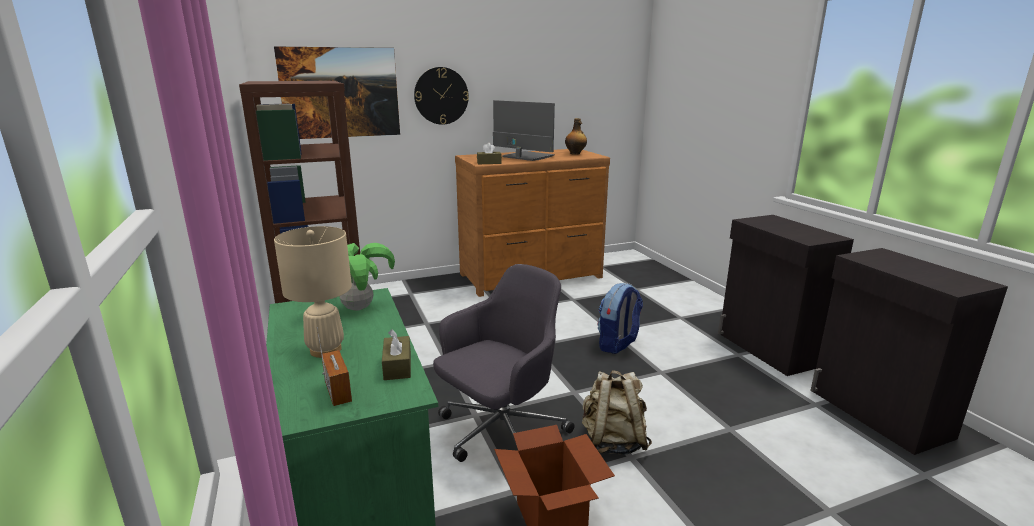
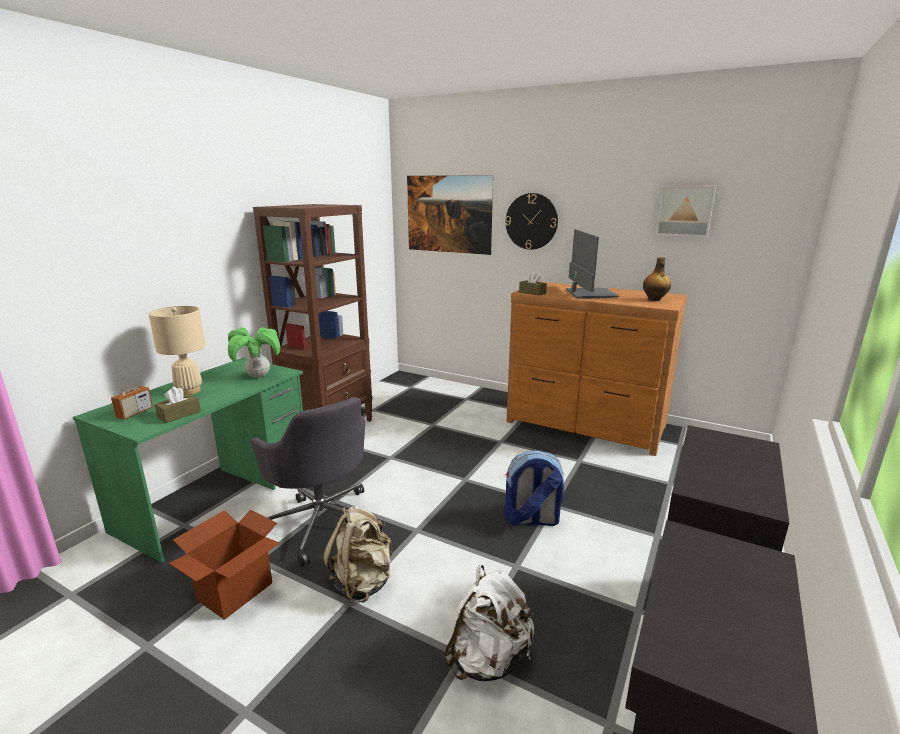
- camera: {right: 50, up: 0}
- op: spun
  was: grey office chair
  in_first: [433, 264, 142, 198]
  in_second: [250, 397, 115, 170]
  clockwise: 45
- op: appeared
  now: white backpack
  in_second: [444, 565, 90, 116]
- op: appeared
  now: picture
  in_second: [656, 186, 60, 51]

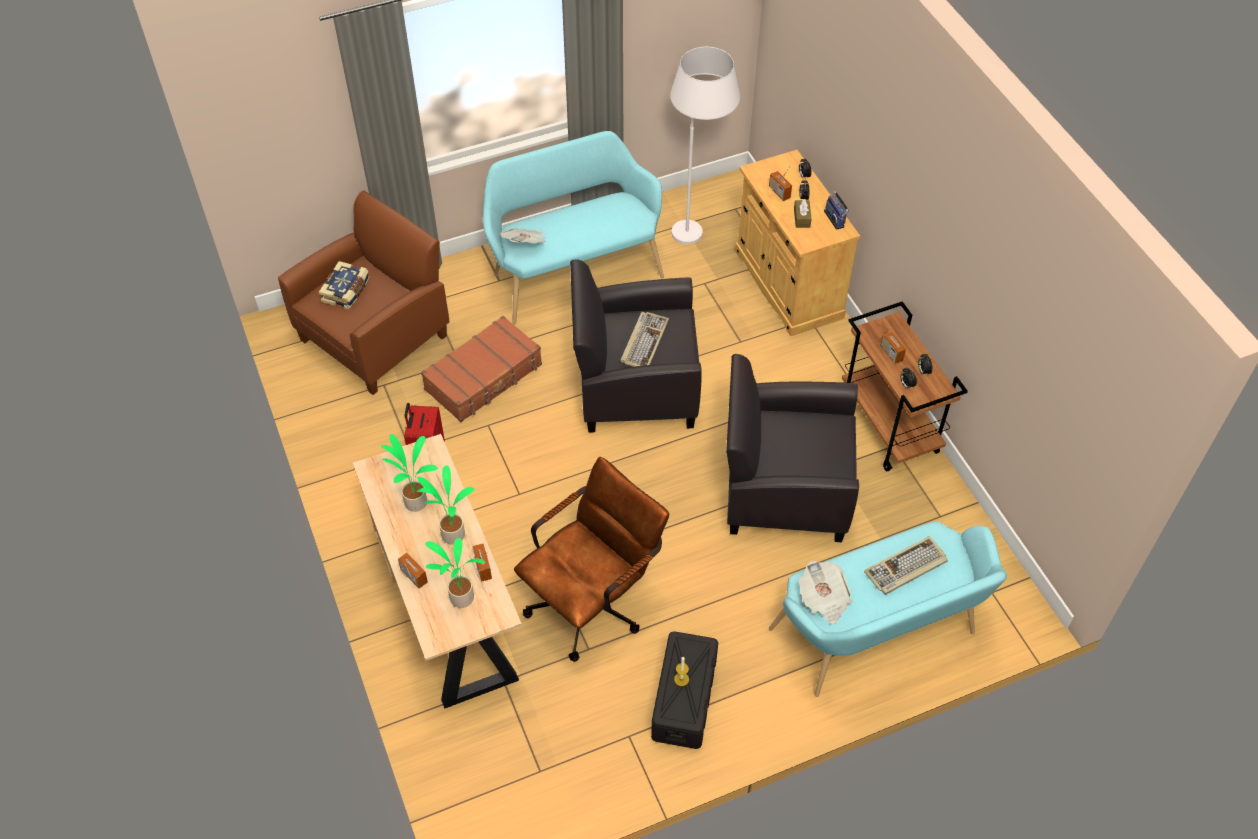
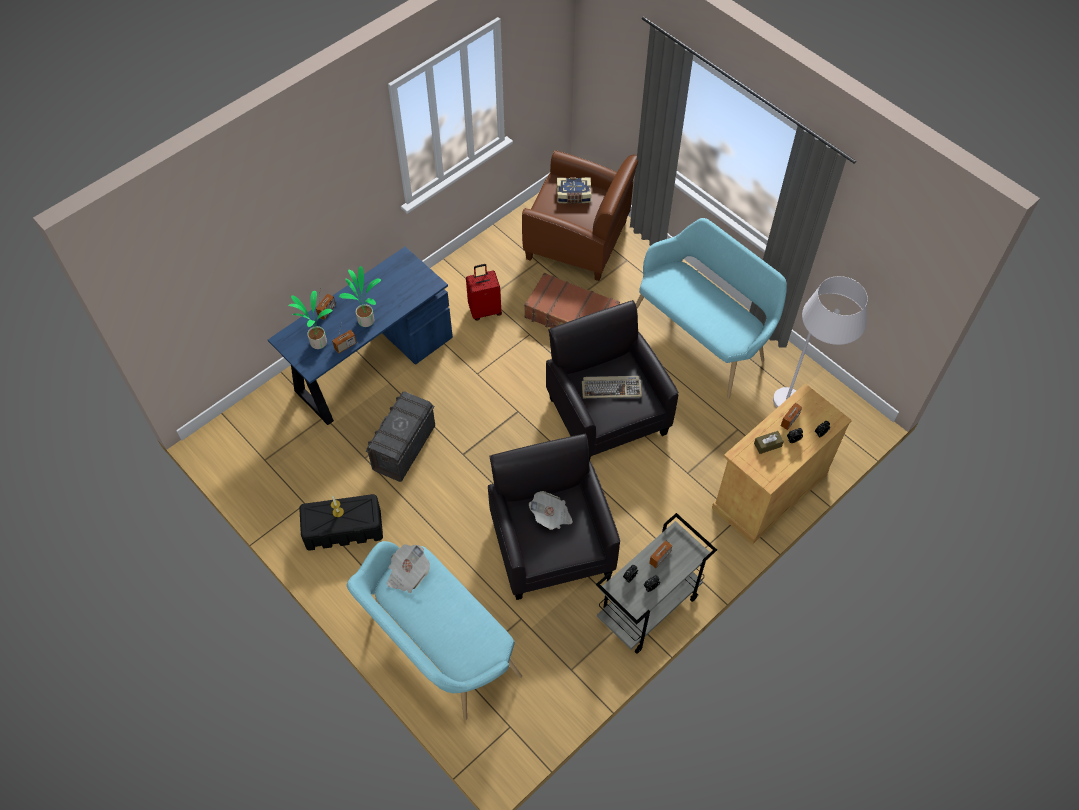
- camera: {right: 70, up: 5}
- op: colour
  was: beige desk
  now: blue desk
  in_first: [353, 434, 169, 275]
  in_second: [268, 247, 185, 178]
- op: exchanged
  was: brown office chair
  now: grey storage box
  in_first: [514, 457, 155, 205]
  in_second: [366, 391, 69, 91]
- op: relocated
  was: newspaper
  in_first: [501, 228, 44, 15]
  in_second: [529, 491, 44, 39]
- op: colour
  was: brown cart
  now: grey cart
  in_first: [842, 301, 126, 171]
  in_second: [596, 513, 121, 141]
- op: missing
  was: potted plant
  in_first: [380, 434, 58, 78]
- op: missing
  was: radio
  in_first: [824, 191, 25, 39]
- op: missing
  was: keyboard
  in_first: [864, 536, 84, 59]

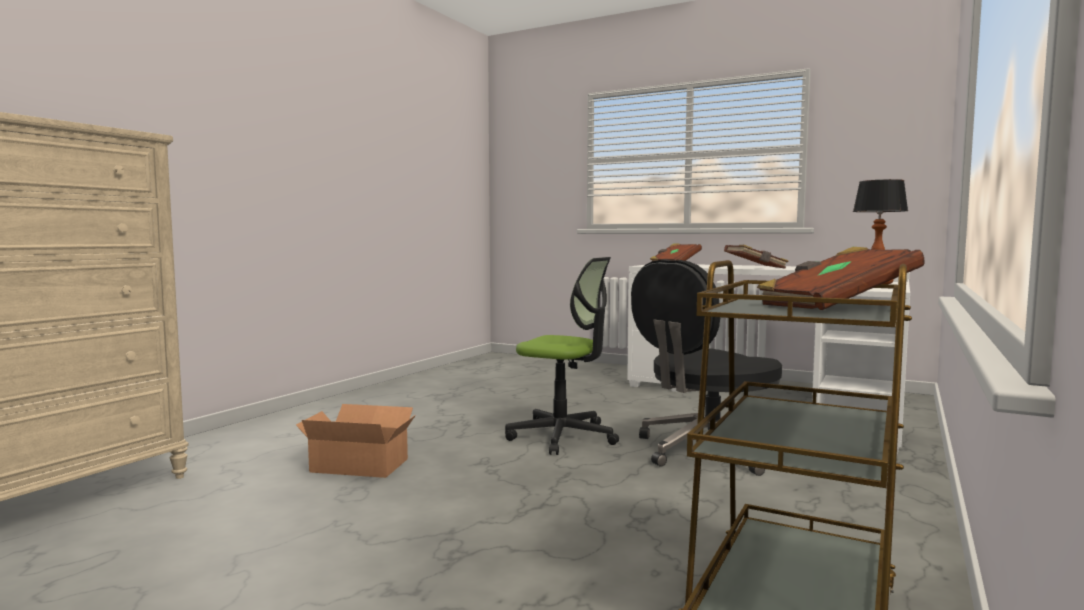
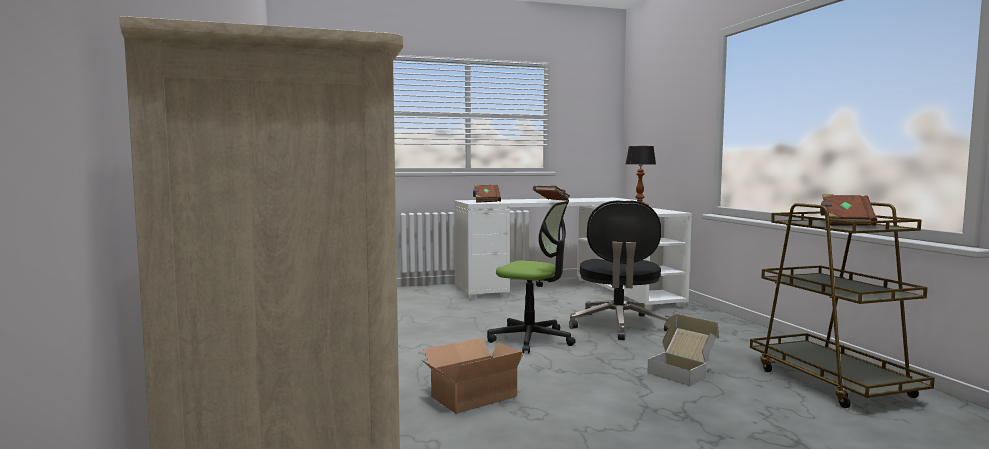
- camera: {right: -45, up: 0}
- op: spun
  was: office chair
  in_first: [505, 257, 114, 198]
  in_second: [487, 201, 89, 153]
  clockwise: 45
- op: appeared
  now: cardboard box
  in_second: [648, 314, 71, 72]

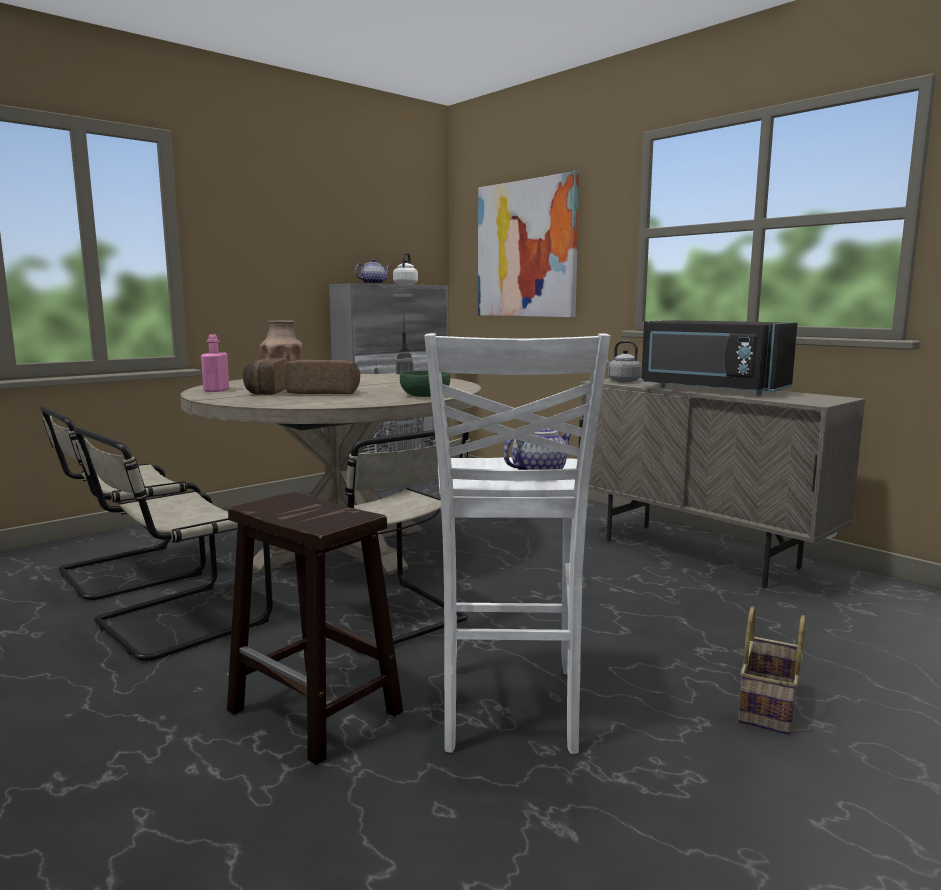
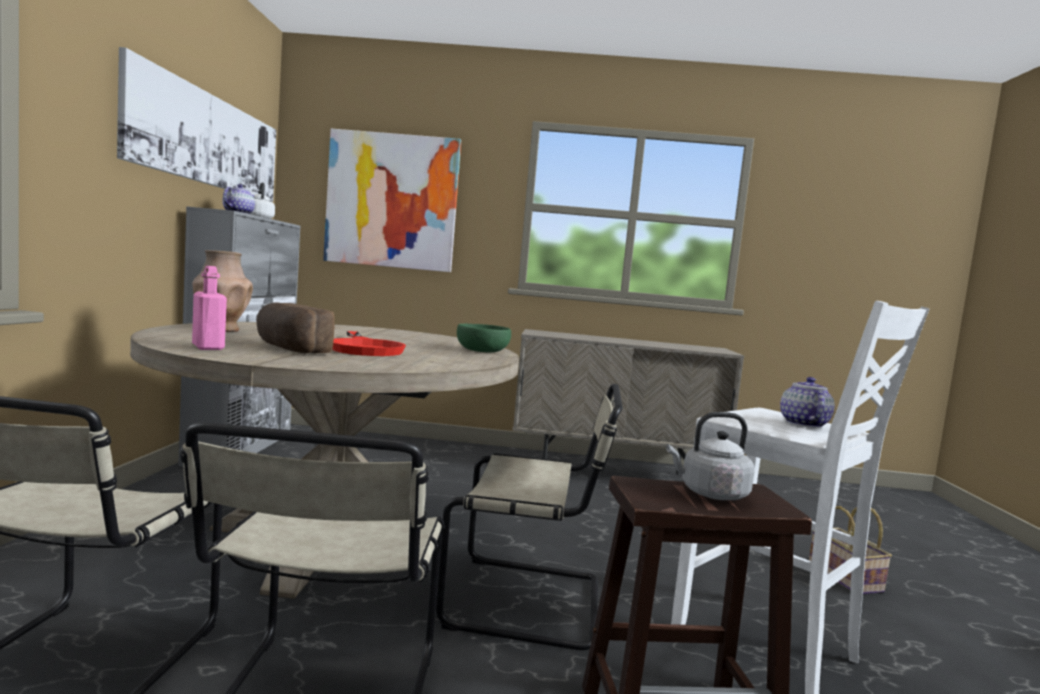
- camera: {right: -45, up: -5}
- op: appeared
  now: picture
  in_second: [117, 47, 159, 155]
- op: exchanged
  was: bread
  now: red frying pan
  in_first: [284, 359, 76, 35]
  in_second: [333, 331, 73, 25]
- op: relocated
  was: grey kettle
  in_first: [606, 341, 35, 41]
  in_second: [666, 412, 89, 88]
- op: missing
  was: black microwave
  in_first: [641, 320, 156, 76]

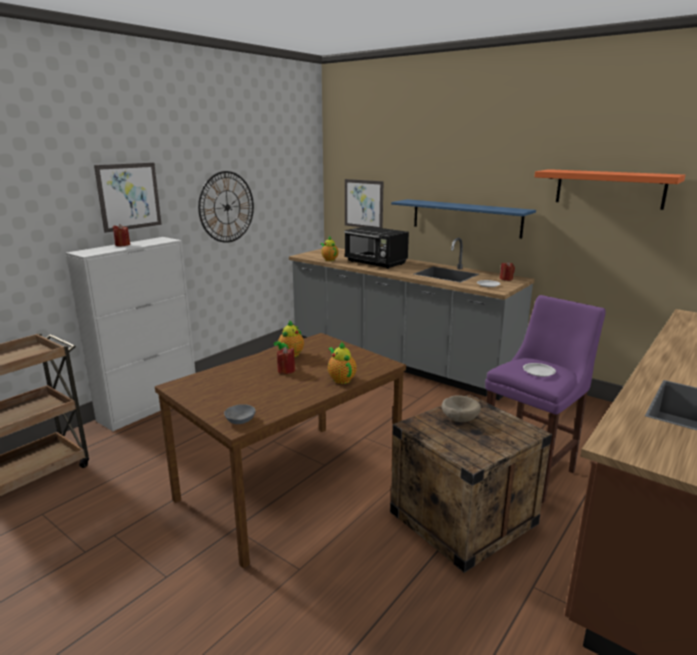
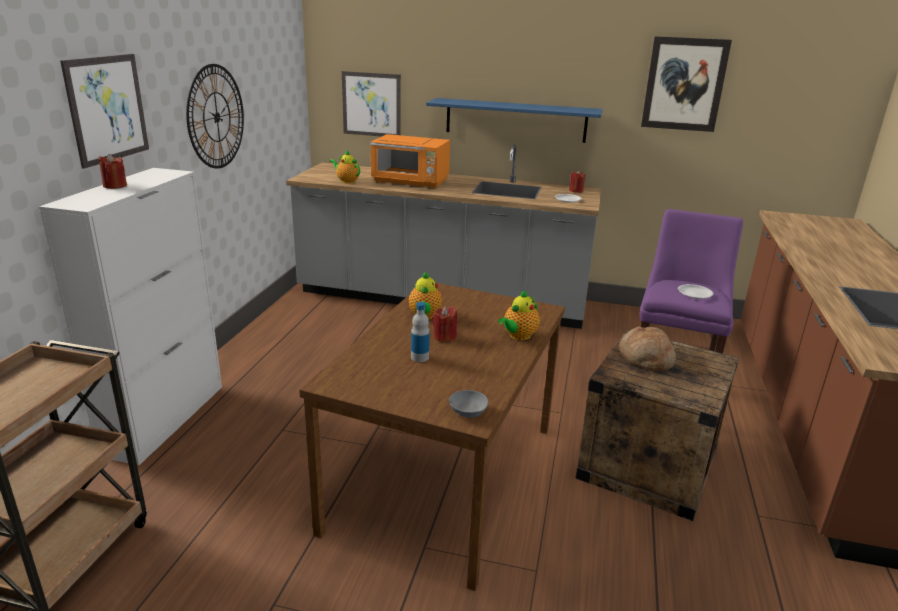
- camera: {right: -25, up: 5}
- op: colour
  was: black microwave
  now: orange microwave
  in_first: [344, 226, 65, 43]
  in_second: [370, 134, 80, 54]
- op: appeared
  now: bottle
  in_second: [411, 302, 19, 60]
- op: spun
  was: teapot
  in_first: [328, 342, 29, 42]
  in_second: [498, 289, 42, 51]
  clockwise: -90
- op: exchanged
  was: beige bowl
  now: bread
  in_first: [442, 395, 39, 27]
  in_second: [619, 327, 57, 44]
- op: exchanged
  was: orange shelf
  now: picture
  in_first: [535, 169, 150, 41]
  in_second: [641, 36, 91, 96]

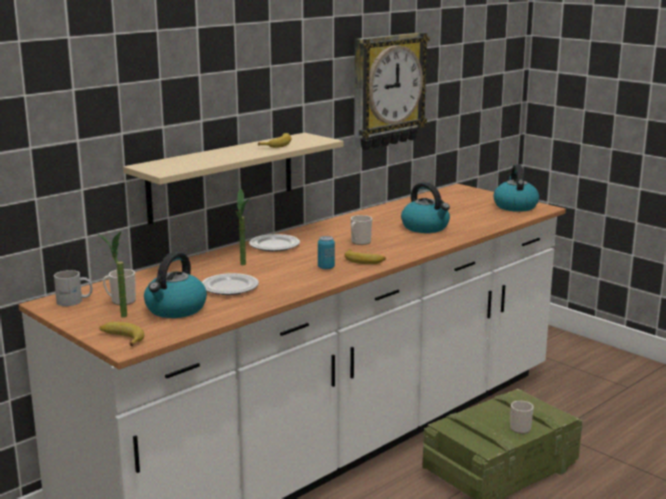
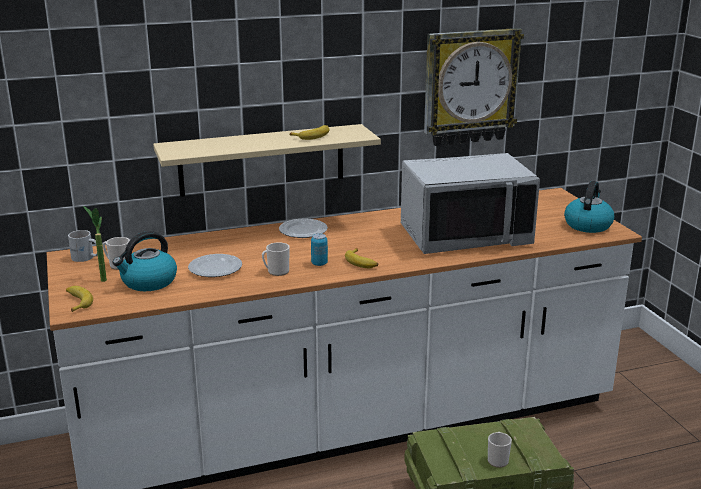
- camera: {right: 25, up: 5}
- op: relocated
  was: mug
  in_first: [351, 215, 21, 30]
  in_second: [262, 242, 28, 34]
- op: exchanged
  was: kettle
  now: grey microwave
  in_first: [401, 182, 49, 51]
  in_second: [401, 153, 139, 101]
- op: missing
  was: potted plant
  in_first: [235, 188, 15, 77]

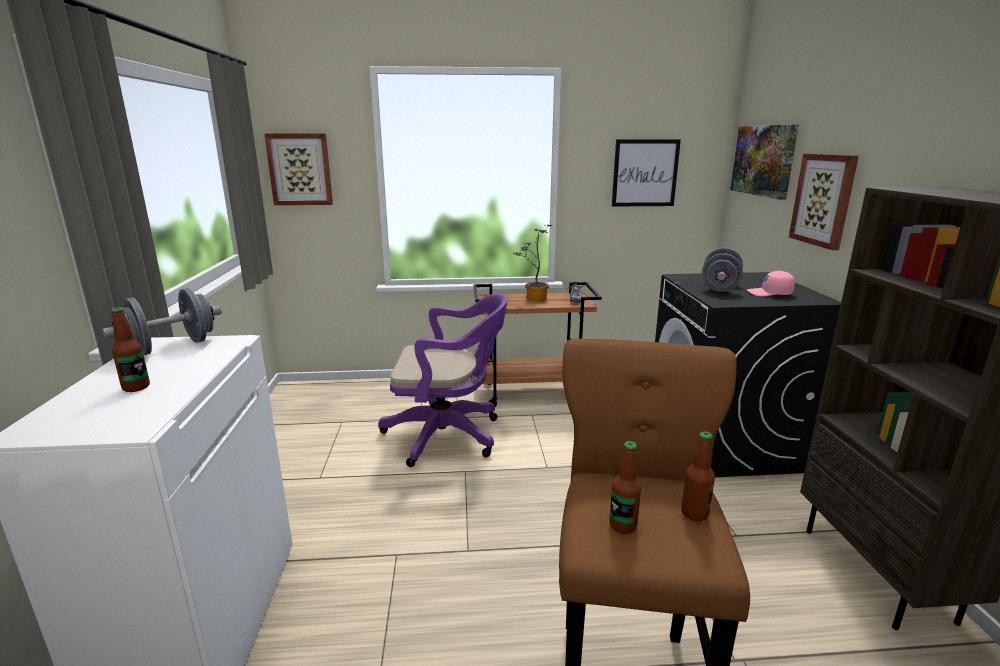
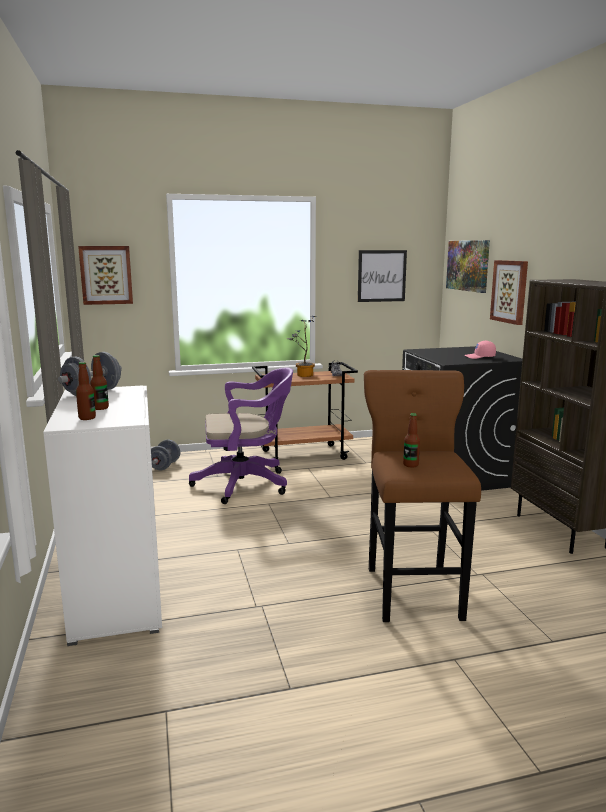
- camera: {right: -10, up: -5}
- op: relocated
  was: bottle
  in_first: [681, 431, 34, 90]
  in_second: [76, 362, 20, 58]
- op: relocated
  was: grey dumbbell
  in_first: [702, 248, 41, 44]
  in_second: [151, 440, 29, 30]

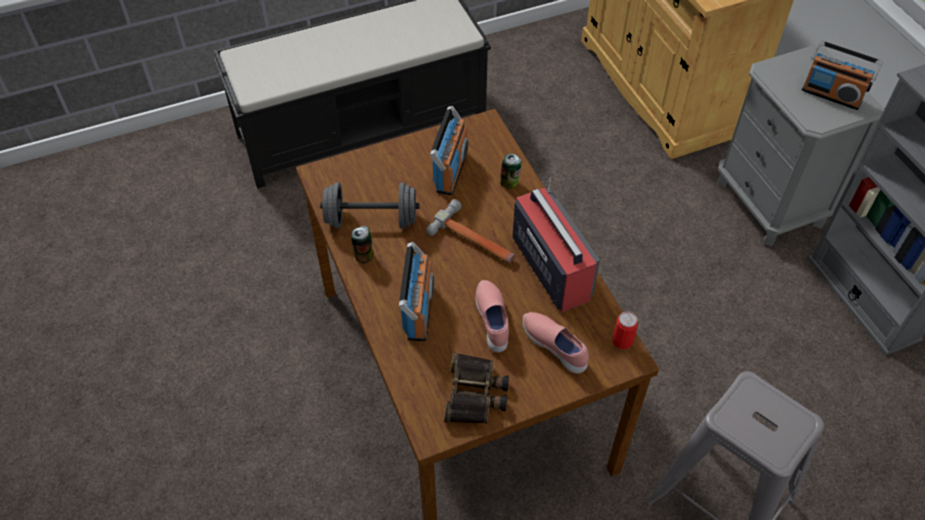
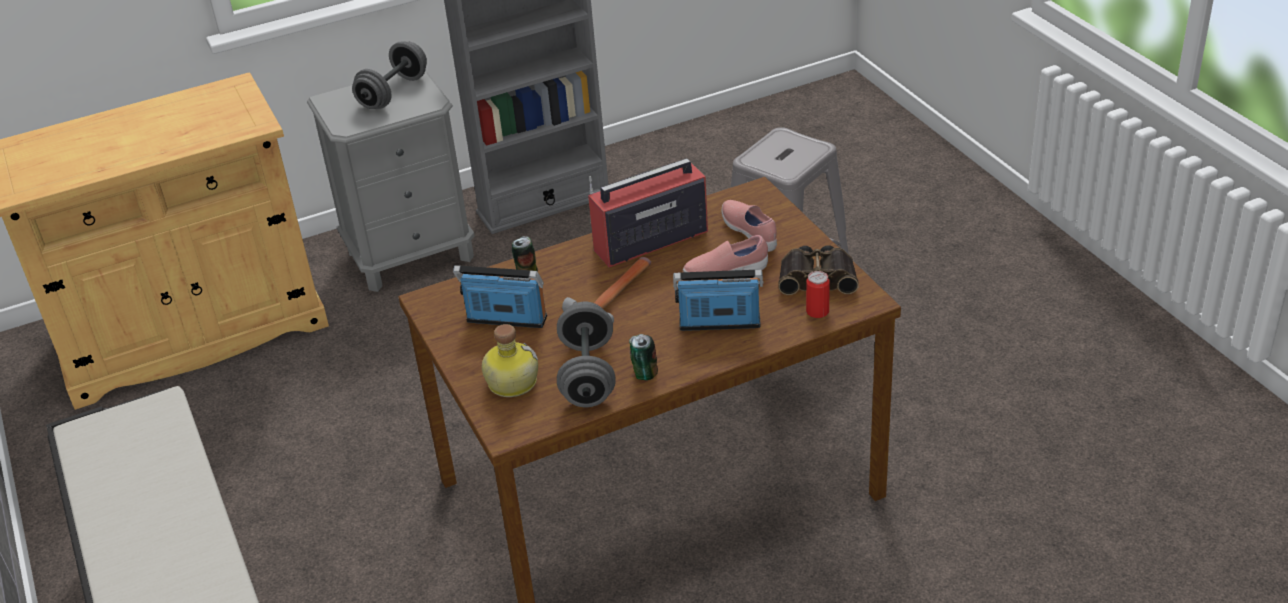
- camera: {right: -90, up: -15}
- op: exchanged
  was: radio
  now: grey dumbbell
  in_first: [802, 40, 80, 70]
  in_second: [352, 41, 75, 68]
- op: appeared
  now: bottle
  in_second: [482, 324, 56, 73]
- op: spun
  was: pink shoe
  in_first: [523, 312, 66, 61]
  in_second: [722, 200, 55, 52]
  clockwise: 105
- op: relocated
  was: can
  in_first: [612, 311, 26, 38]
  in_second: [806, 271, 24, 47]

